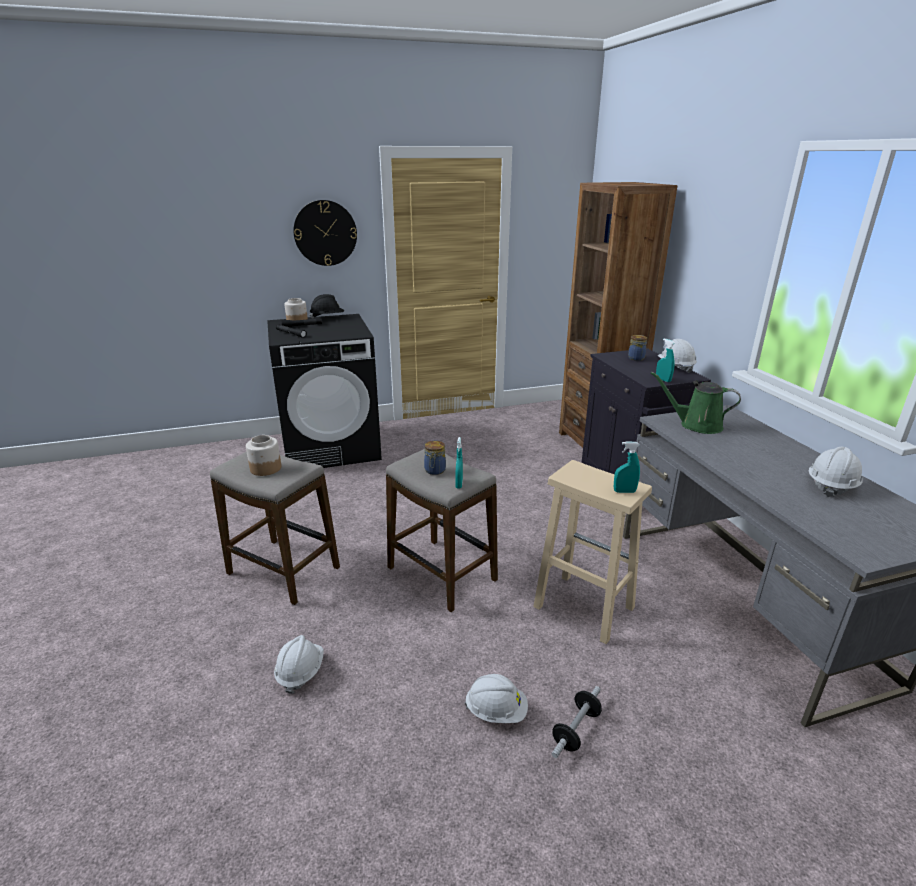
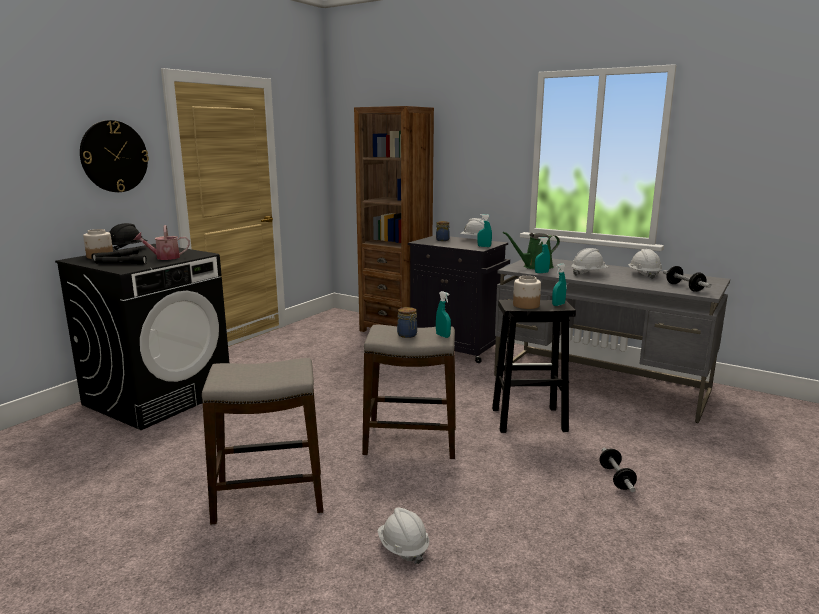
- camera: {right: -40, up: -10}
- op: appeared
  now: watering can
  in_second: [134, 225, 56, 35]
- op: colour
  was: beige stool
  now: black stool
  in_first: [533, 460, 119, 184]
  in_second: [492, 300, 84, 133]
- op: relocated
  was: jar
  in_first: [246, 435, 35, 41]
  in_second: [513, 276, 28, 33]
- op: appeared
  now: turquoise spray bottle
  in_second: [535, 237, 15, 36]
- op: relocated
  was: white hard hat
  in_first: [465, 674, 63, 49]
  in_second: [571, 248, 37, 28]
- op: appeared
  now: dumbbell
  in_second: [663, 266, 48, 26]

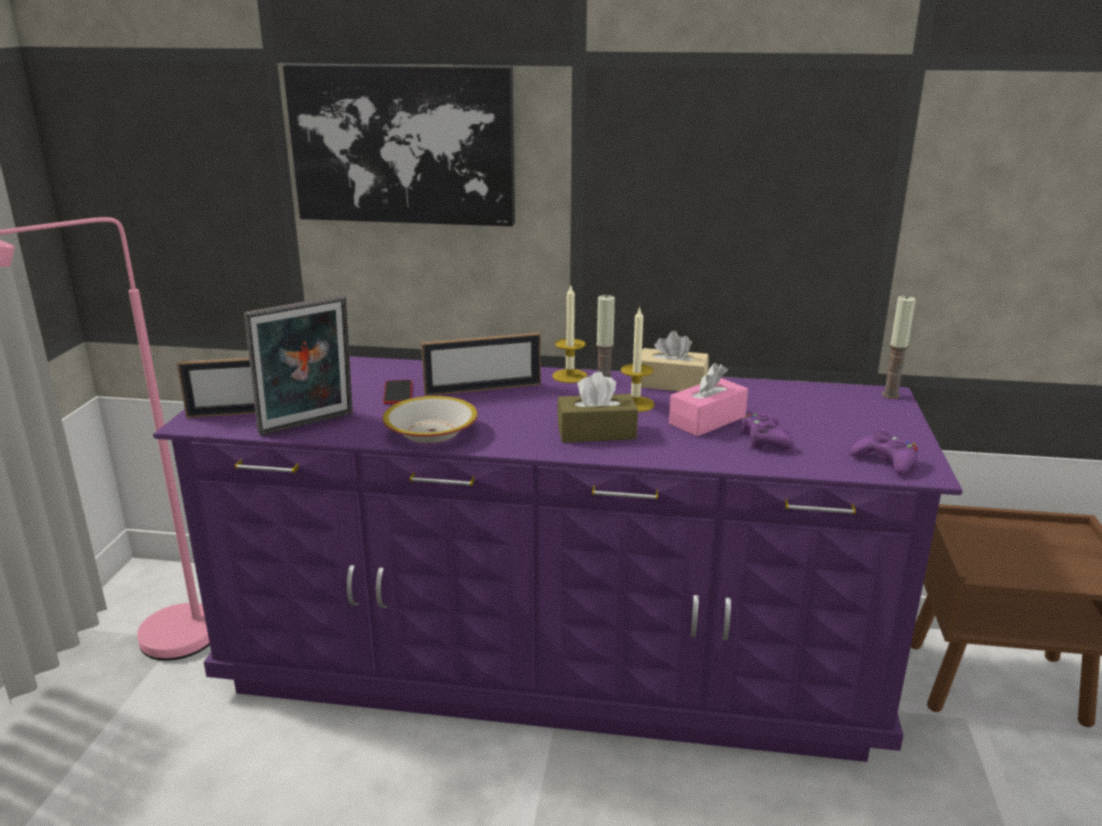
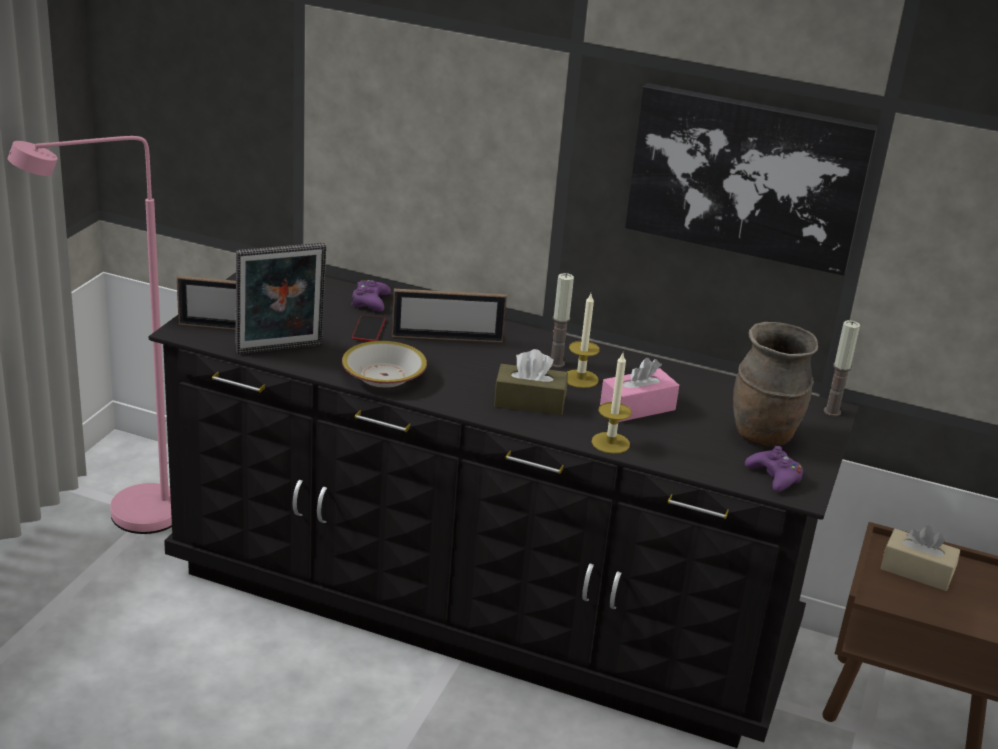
- camera: {right: 10, up: 5}
- op: colour
  was: purple dresser
  now: black dresser
  in_first: [153, 356, 810, 406]
  in_second: [149, 272, 710, 476]
- op: relocated
  was: purple game controller
  in_first: [740, 413, 54, 36]
  in_second: [351, 280, 40, 32]
- op: relocated
  was: candle
  in_first: [552, 286, 36, 97]
  in_second: [592, 353, 40, 101]
- op: relocated
  was: picture
  in_first: [283, 64, 232, 162]
  in_second: [625, 83, 253, 193]
- op: appeared
  now: brown vase
  in_second: [733, 322, 85, 124]
- op: relocated
  was: beige tissue box
  in_first: [641, 331, 68, 60]
  in_second: [880, 525, 80, 66]

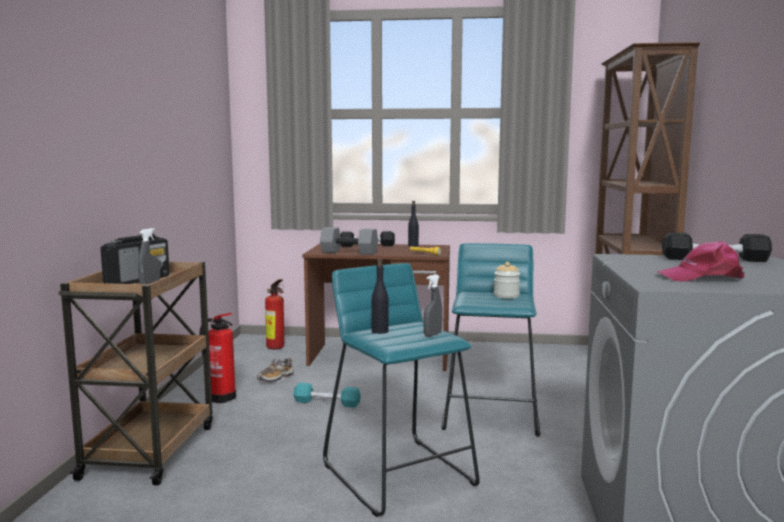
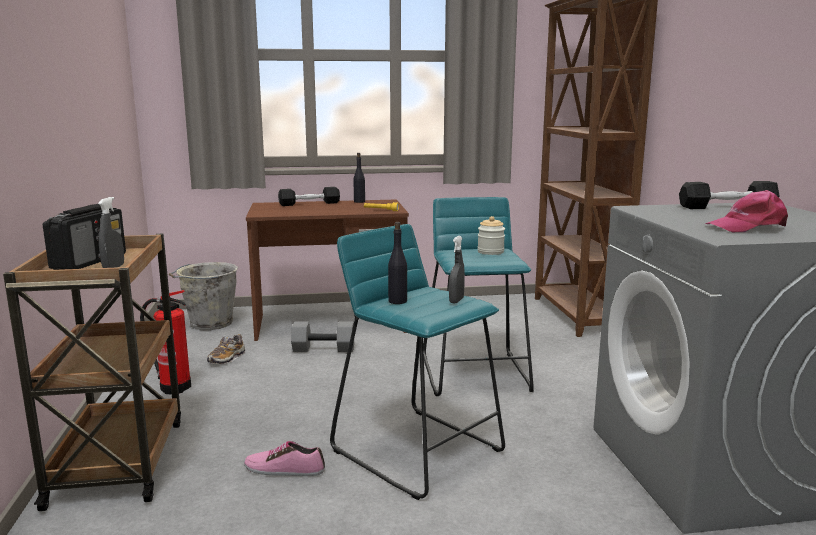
- camera: {right: -15, up: 5}
- op: exchanged
  was: fire extinguisher
  now: grey bucket
  in_first: [265, 279, 19, 71]
  in_second: [169, 262, 69, 68]
- op: appeared
  now: shoe
  in_second: [244, 441, 81, 35]
- op: relocated
  was: grey dumbbell
  in_first: [320, 227, 58, 28]
  in_second: [291, 321, 63, 31]
- op: missing
  was: turquoise dumbbell
  in_first: [293, 382, 68, 26]

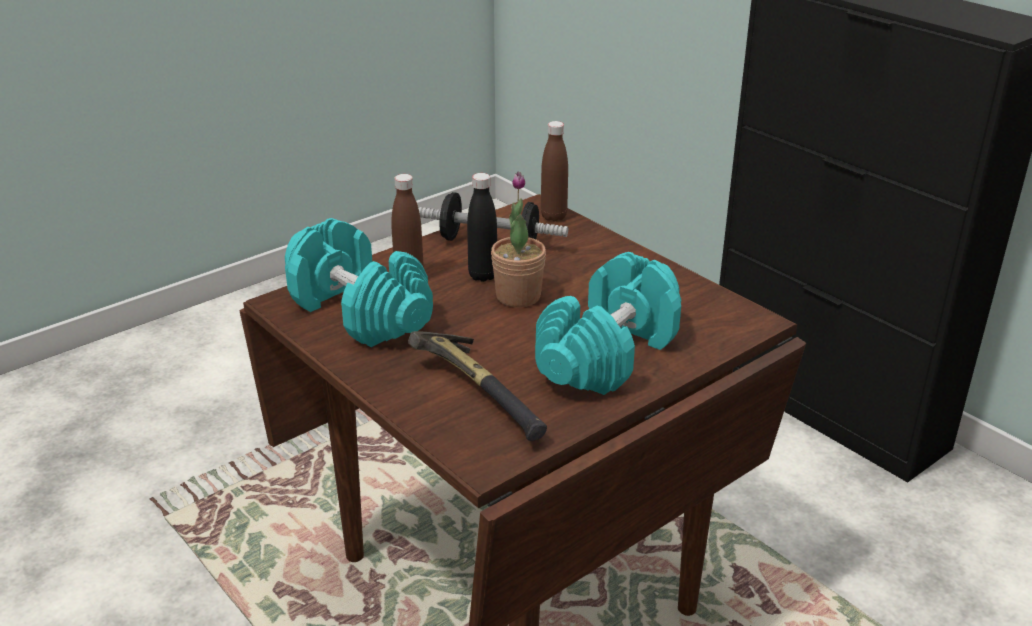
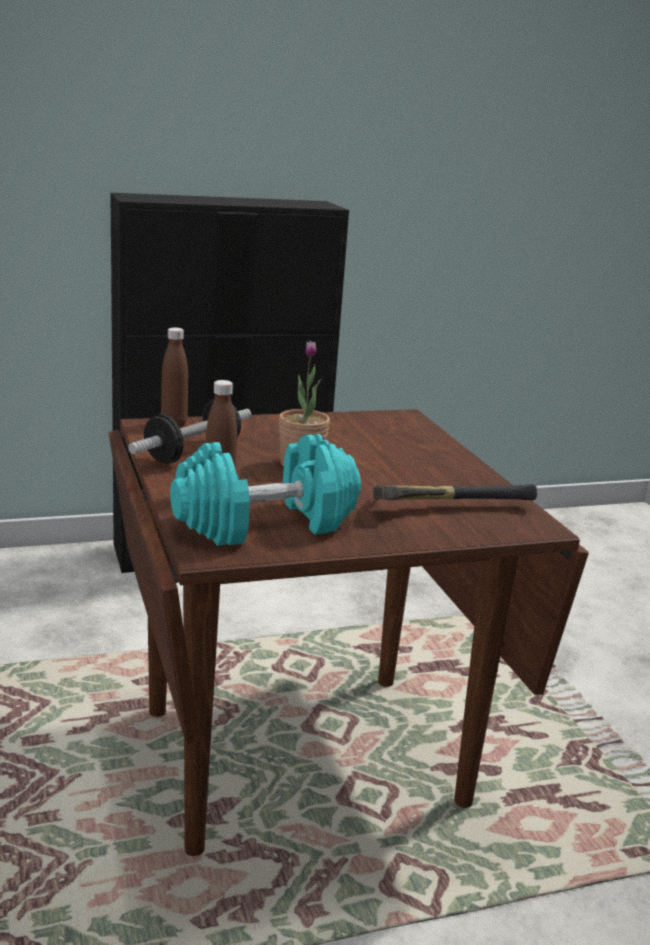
- camera: {right: -70, up: -10}
- op: missing
  was: black bottle
  in_first: [467, 173, 30, 109]
- op: missing
  was: turquoise dumbbell
  in_first: [535, 252, 146, 143]

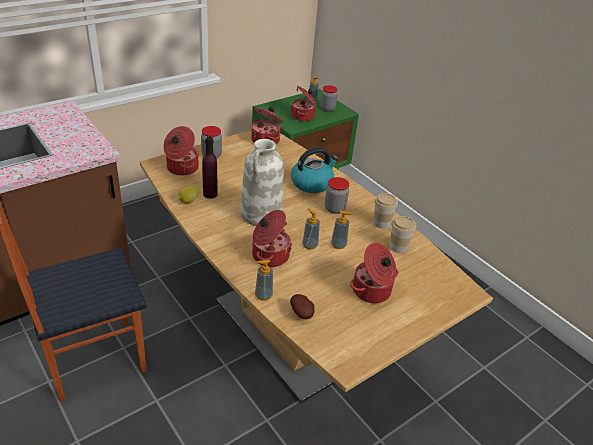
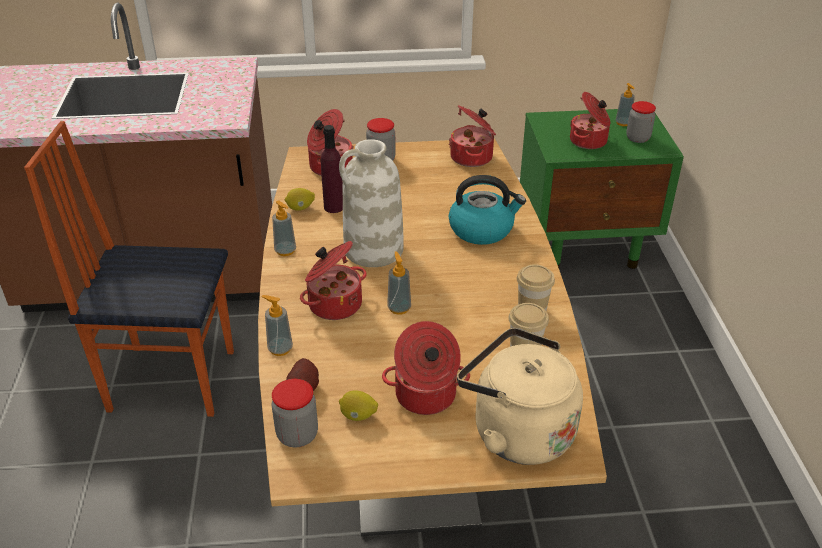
- camera: {right: 35, up: 0}
- op: relocated
  was: soap dispenser
  in_first: [331, 211, 21, 38]
  in_second: [272, 200, 24, 56]
- op: relocated
  was: jar
  in_first: [325, 177, 24, 37]
  in_second: [272, 379, 46, 69]
- op: appeared
  now: lemon
  in_second: [339, 390, 39, 31]
- op: appeared
  now: beige kettle
  in_second: [457, 328, 126, 137]

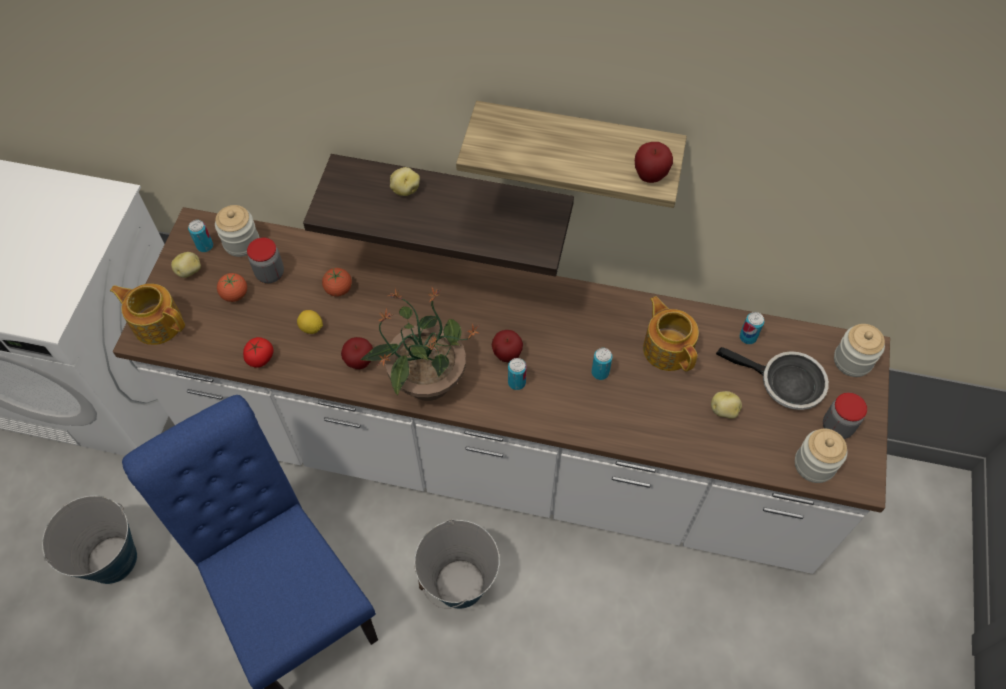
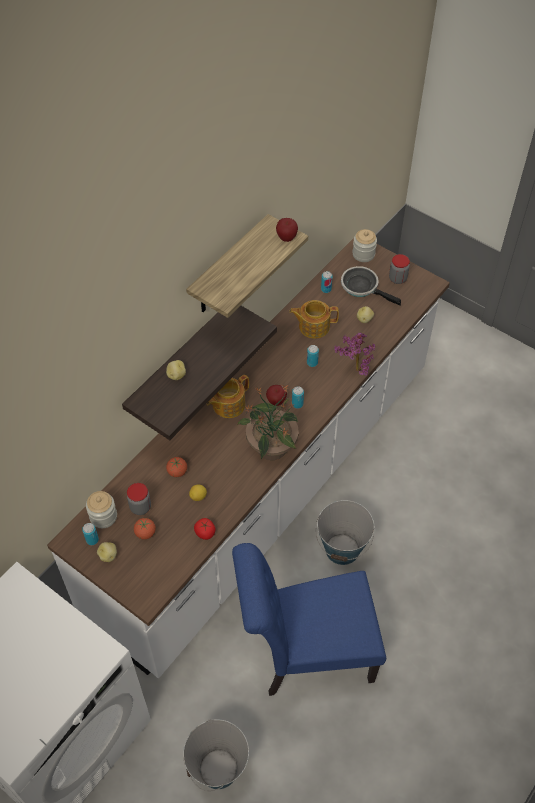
- camera: {right: -65, up: -5}
- op: relocated
  was: teapot
  in_first: [110, 284, 75, 61]
  in_second: [206, 375, 43, 43]
- op: appeared
  now: potted plant
  in_second: [334, 333, 42, 43]
- op: spun
  was: frying pan
  in_first: [716, 347, 113, 63]
  in_second: [341, 266, 60, 39]
  clockwise: -105
- op: missing
  was: apple
  in_first: [341, 337, 32, 32]
- op: missing
  was: jar
  in_first: [795, 428, 52, 55]

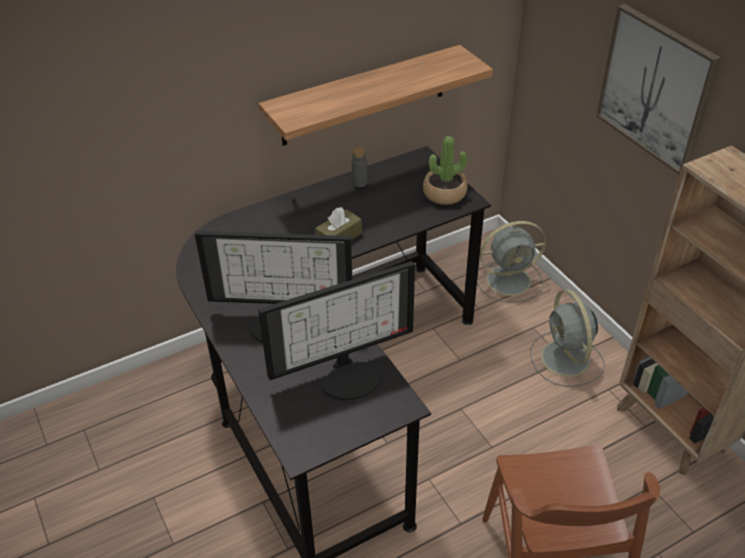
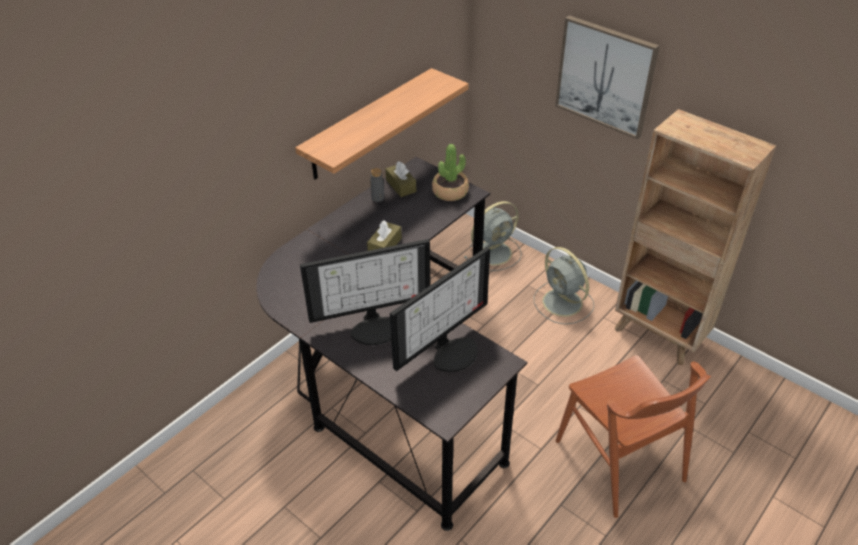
- camera: {right: -20, up: 0}
- op: appeared
  now: brown tissue box
  in_second: [385, 161, 31, 36]

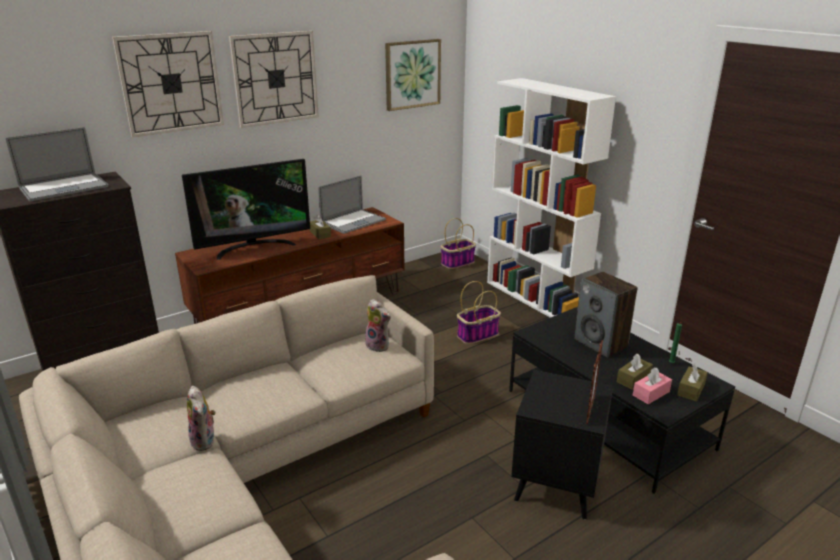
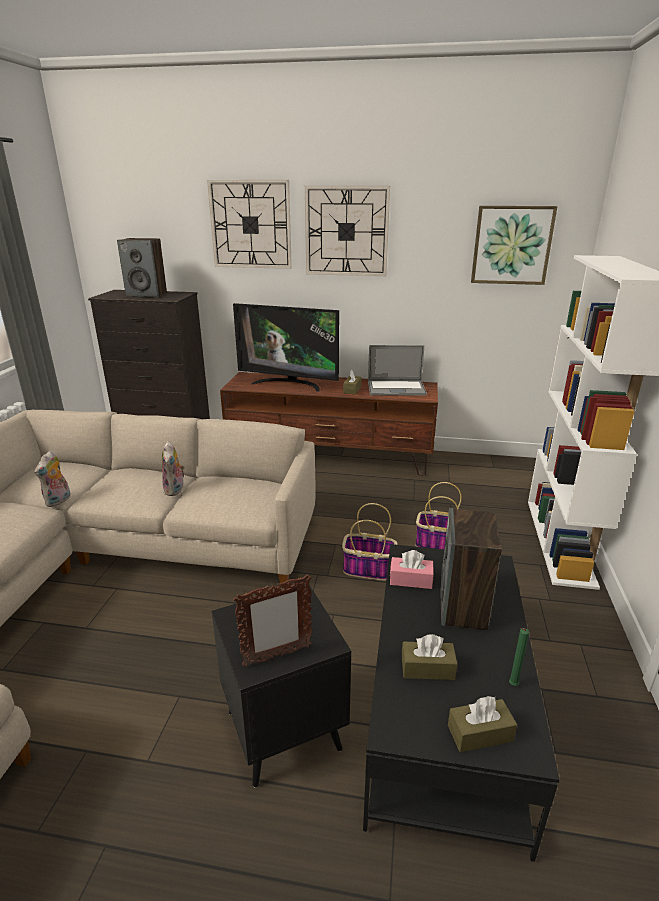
- camera: {right: 45, up: 0}
- op: exchanged
  was: laptop
  now: speaker
  in_first: [6, 127, 103, 75]
  in_second: [117, 238, 50, 59]
- op: relocated
  was: plush toy
  in_first: [365, 299, 26, 53]
  in_second: [162, 441, 23, 55]
- op: relocated
  was: basket
  in_first: [440, 218, 36, 51]
  in_second: [342, 503, 56, 78]
- op: relocated
  was: pink tissue box
  in_first: [633, 367, 39, 37]
  in_second: [390, 550, 44, 39]

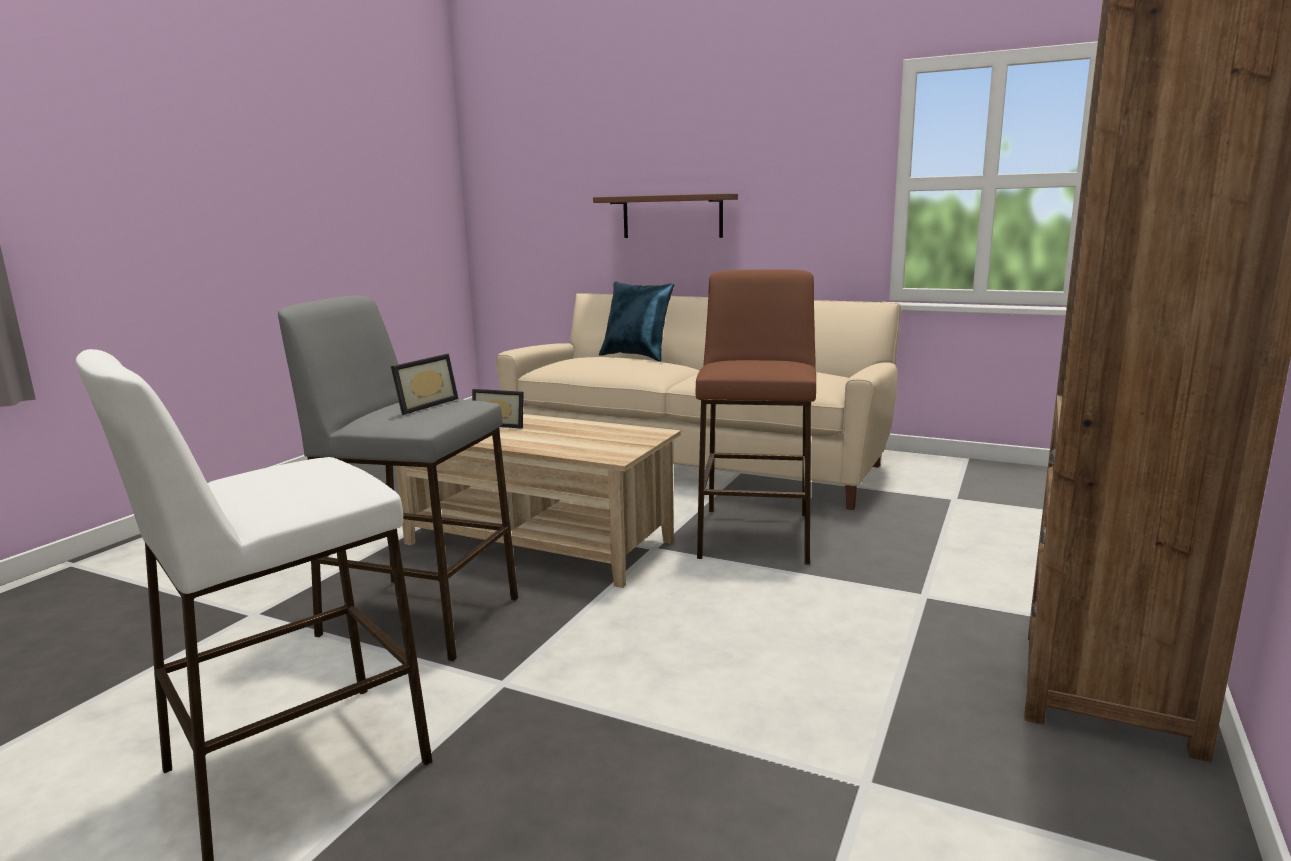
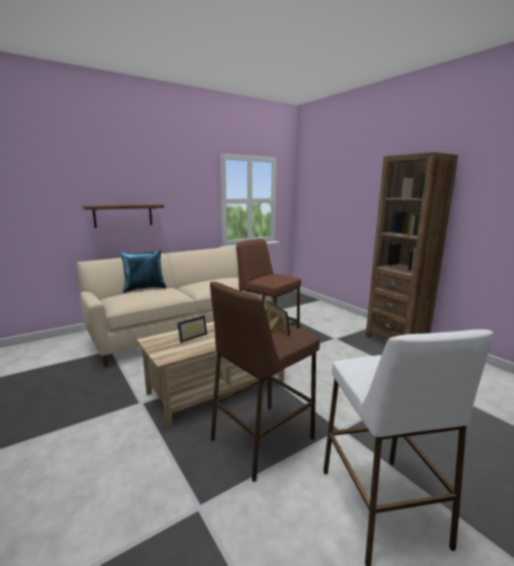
- camera: {right: -60, up: 0}
- op: colour
  was: grey stool
  now: brown stool
  in_first: [278, 295, 240, 366]
  in_second: [210, 282, 110, 200]

